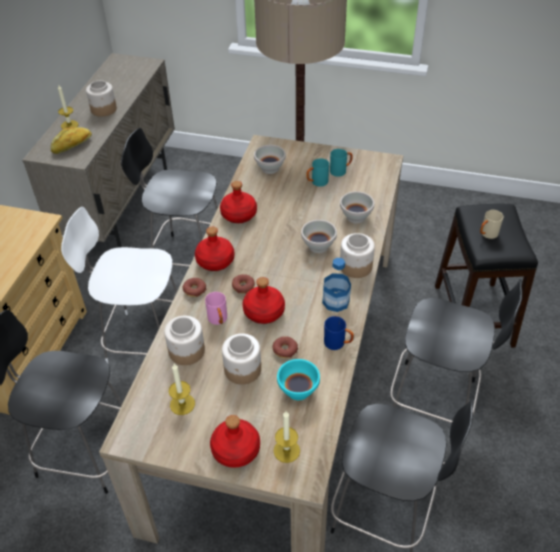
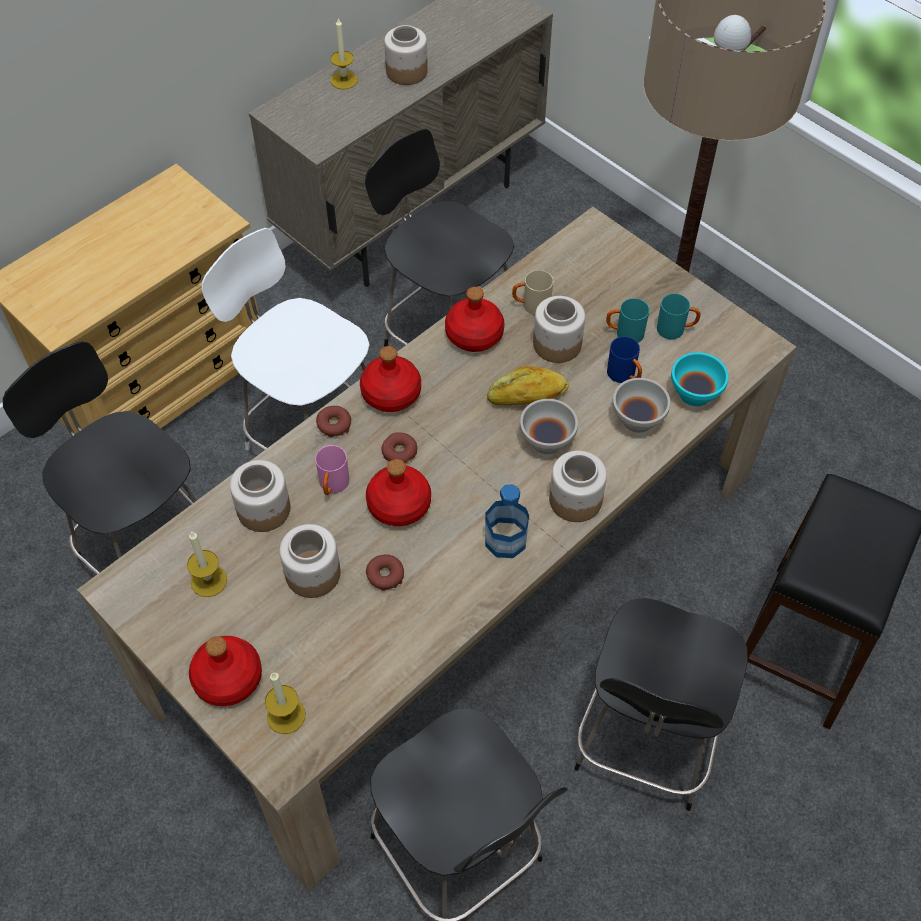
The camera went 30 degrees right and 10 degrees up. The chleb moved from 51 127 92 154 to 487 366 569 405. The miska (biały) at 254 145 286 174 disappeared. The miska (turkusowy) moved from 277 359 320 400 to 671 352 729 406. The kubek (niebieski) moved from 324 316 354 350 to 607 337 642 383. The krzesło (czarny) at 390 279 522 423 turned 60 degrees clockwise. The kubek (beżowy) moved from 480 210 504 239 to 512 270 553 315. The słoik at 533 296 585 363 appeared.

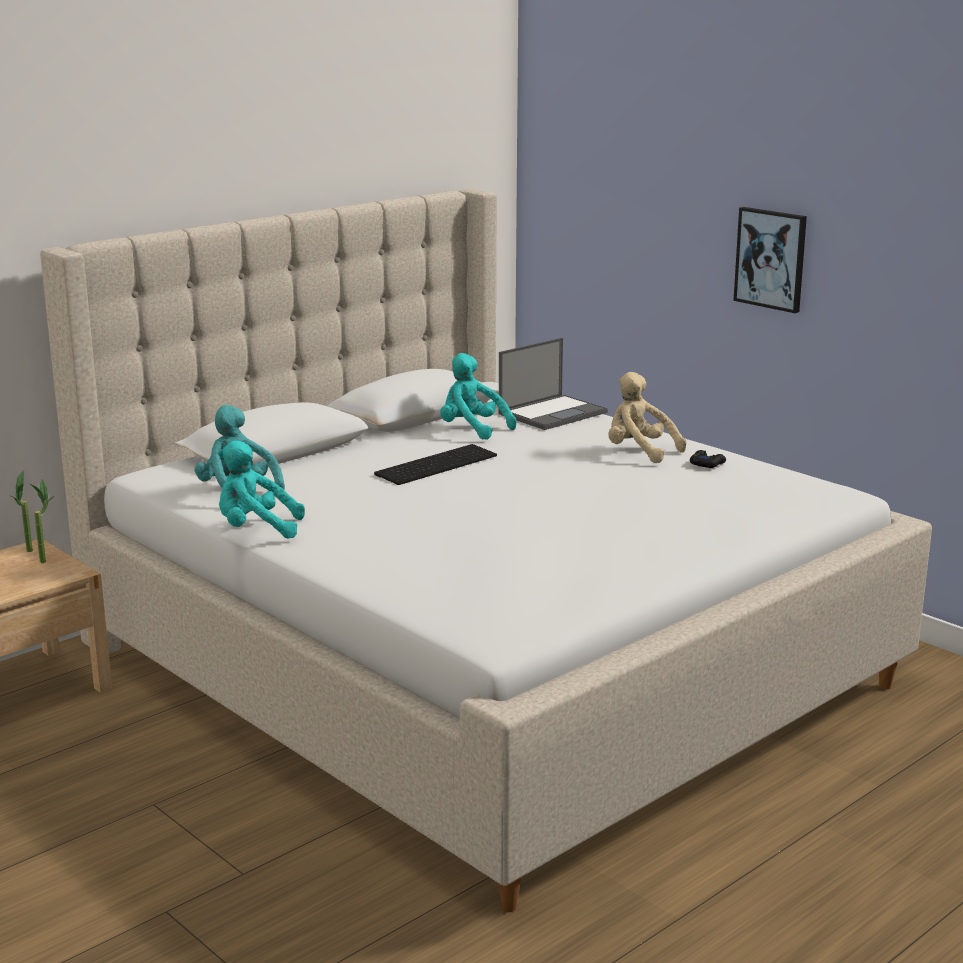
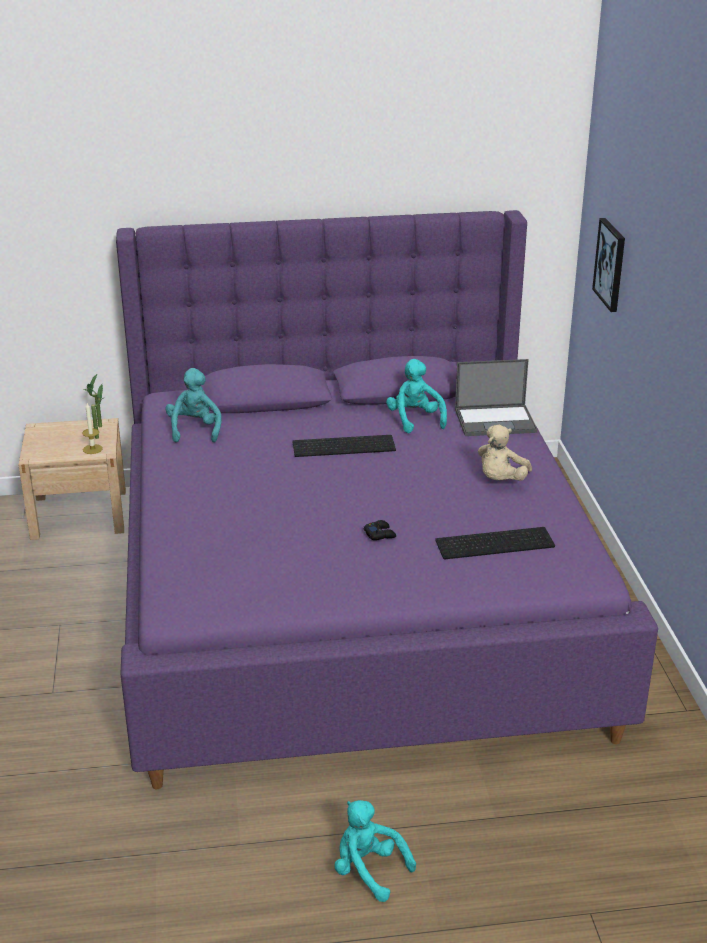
The camera went 35 degrees right and 10 degrees up. The łóżko (beżowy) at 40 189 932 912 became the łóżko (fioletowy) at 116 210 658 789. The pluszak (turkusowy) moved from 218 441 305 539 to 334 800 416 902. The pluszak (beżowy) at 608 372 686 463 turned 135 degrees counterclockwise. The pad do gier (czarny) moved from 690 450 726 468 to 364 520 396 540. The obraz moved from 733 207 807 313 to 592 218 625 312. The świeca at 82 403 103 454 appeared. The klawiatura at 435 527 555 559 appeared.

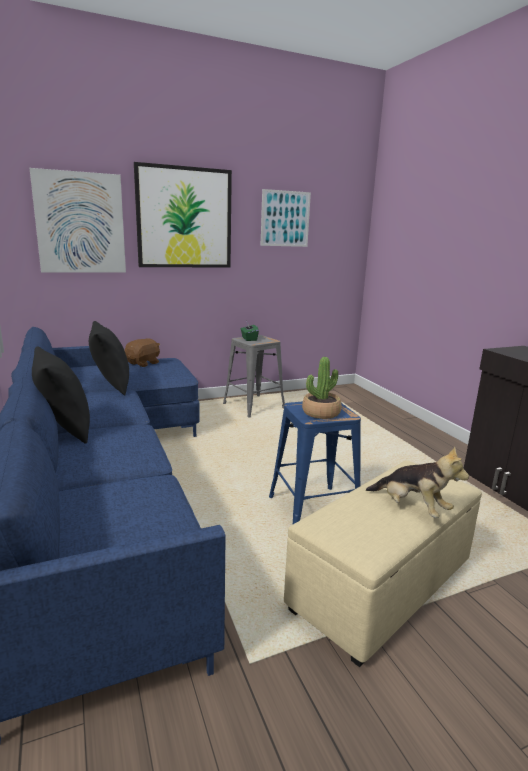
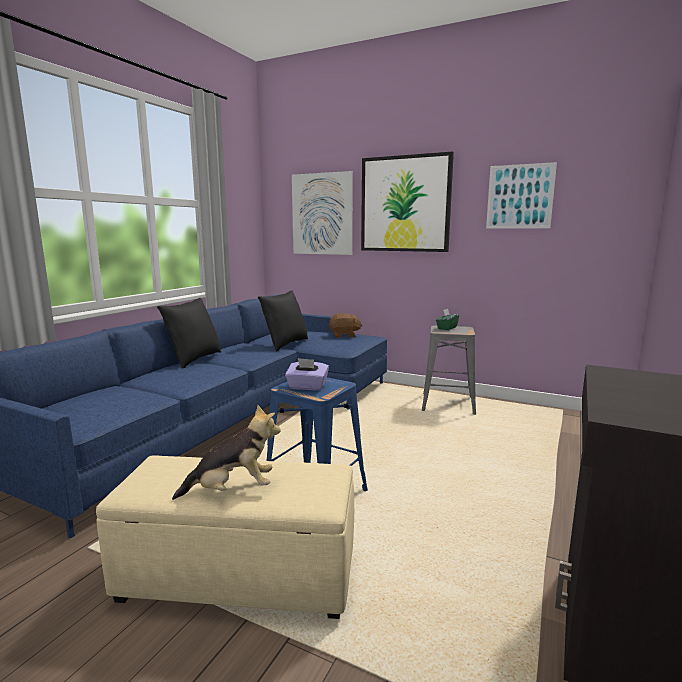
The camera went 50 degrees right and 5 degrees down. The roślina doniczkowa at 302 357 342 419 was replaced by the pudełko chusteczek (fioletowy) at 285 358 329 391. The pluszak at 366 446 469 518 turned 105 degrees counterclockwise.

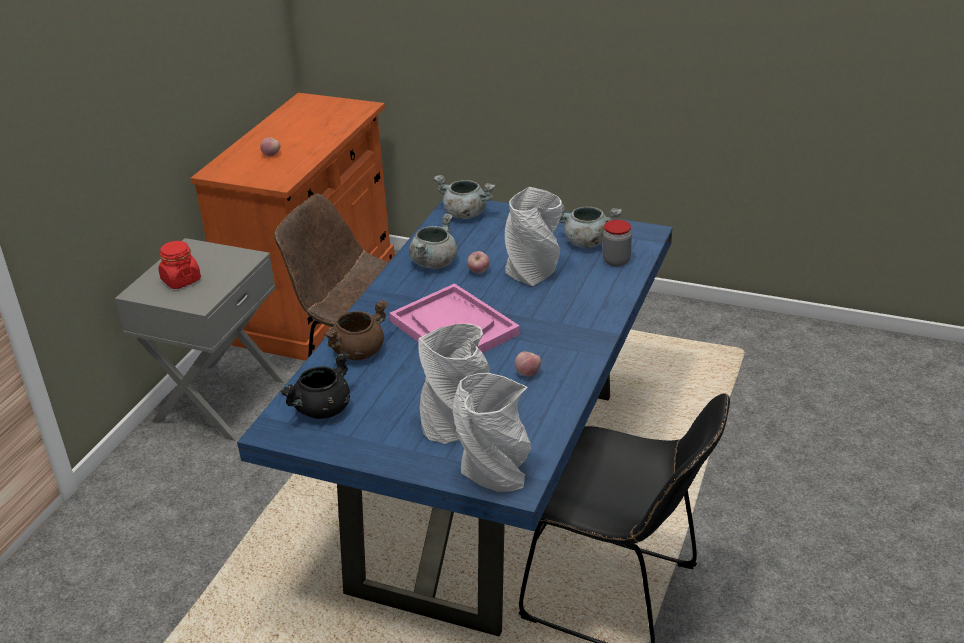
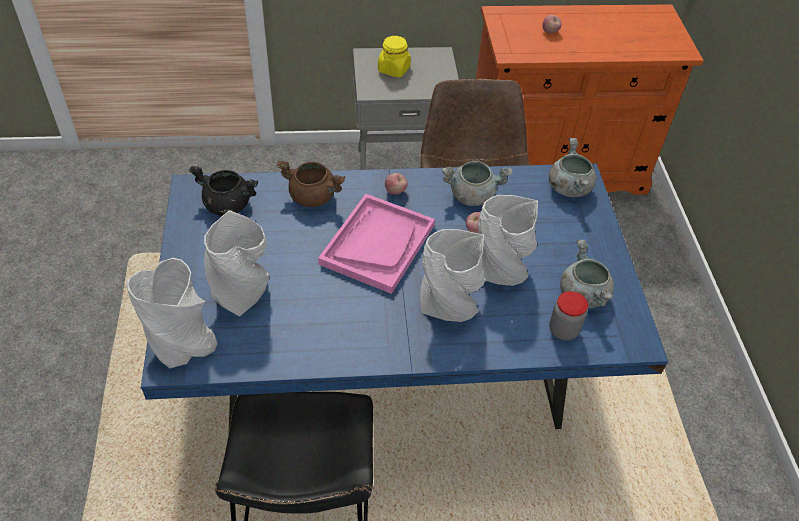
The camera went 60 degrees right and 15 degrees up. The słoik (czerwony) at 158 241 201 289 became the słoik (żółty) at 378 36 411 77. The jabłko moved from 515 351 541 377 to 385 173 407 195. The wazon (szary) at 420 229 485 322 appeared.

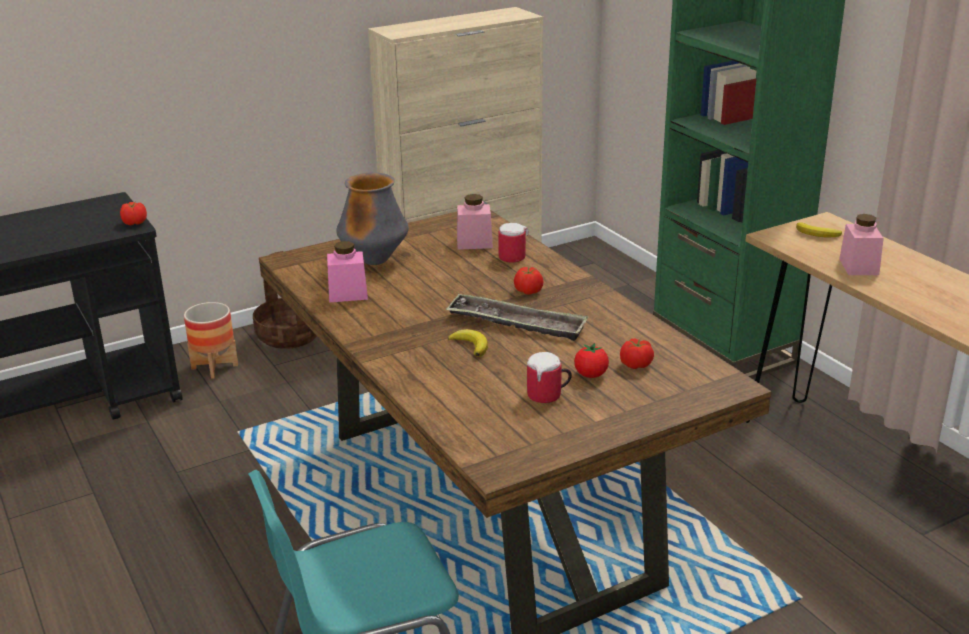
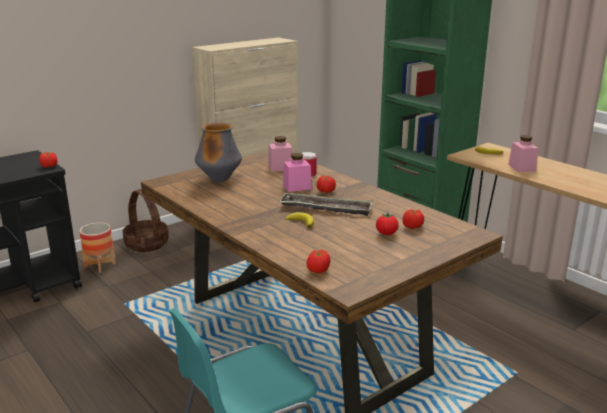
The camera went 10 degrees left and 5 degrees down. The słoik (różowy) moved from 327 241 368 303 to 283 153 312 192. The kubek at 527 352 572 403 disappeared. The pomidor at 307 250 330 274 appeared.

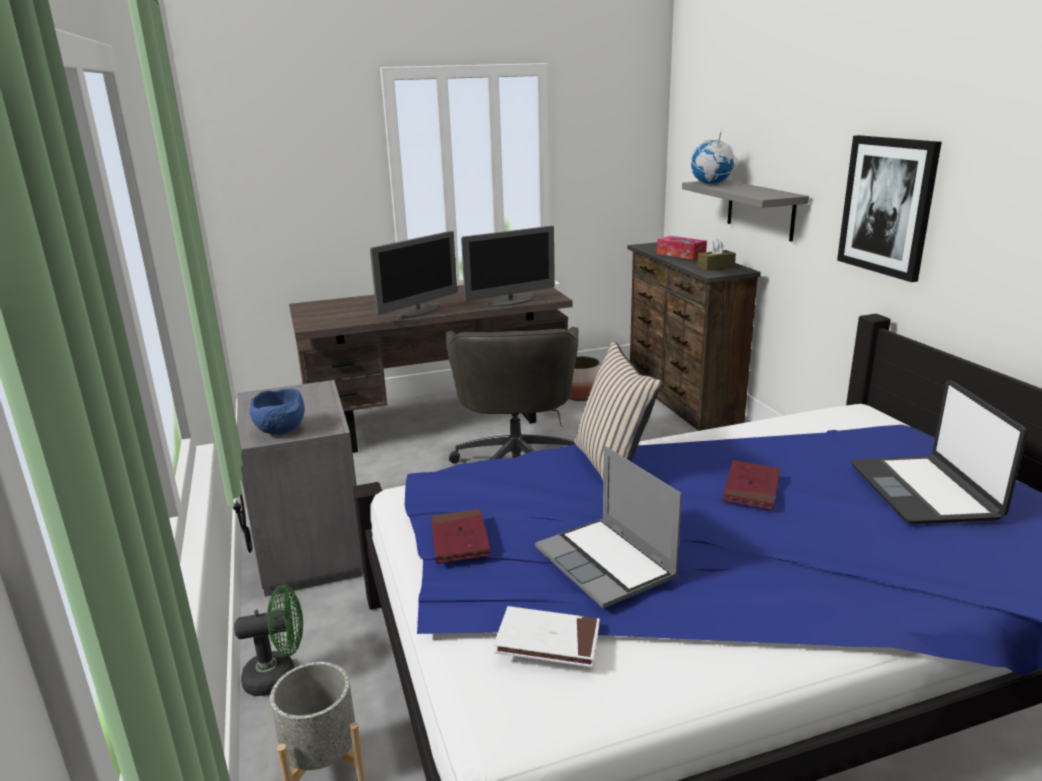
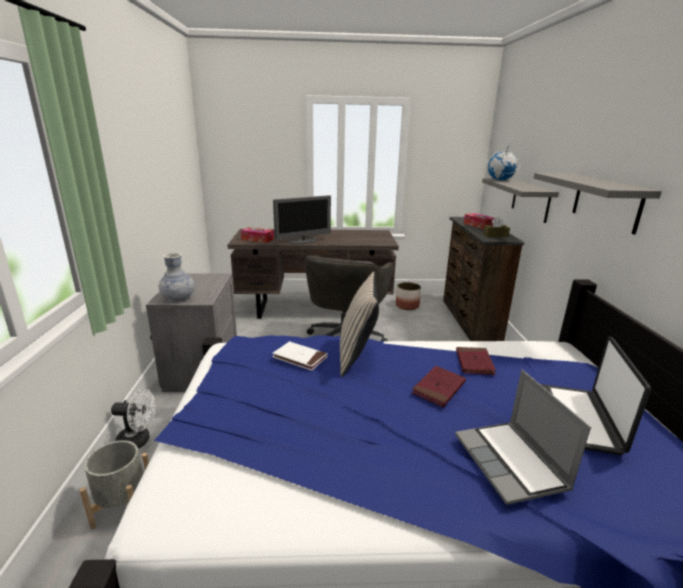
The camera went 15 degrees right and 0 degrees up. The wentylator (zielony) at 234 585 303 696 became the wentylator (biały) at 111 389 155 449. The miska (niebieski) at 249 388 305 435 was replaced by the wazon at 159 253 195 302. The książka (czerwony) moved from 431 509 491 564 to 456 347 496 375. The monitor at 461 226 555 307 disappeared. The książka (biały) moved from 494 606 600 667 to 272 341 328 371. The laptop moved from 535 446 682 608 to 455 370 591 505. The obraz at 837 135 942 282 was replaced by the półka (szary) at 534 173 662 235. The pudełko chusteczek at 241 227 274 243 appeared.

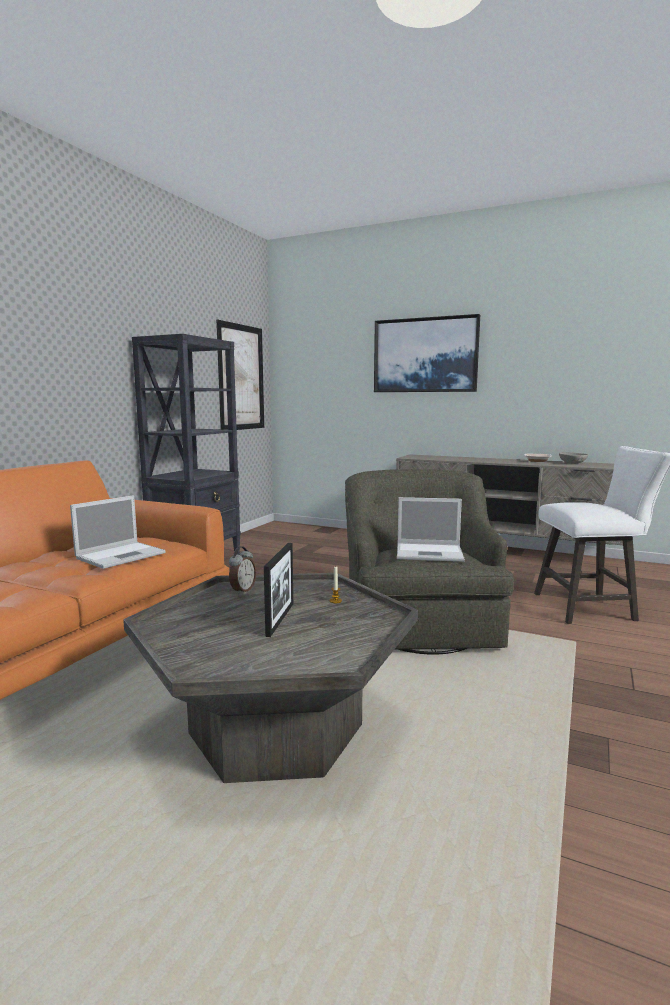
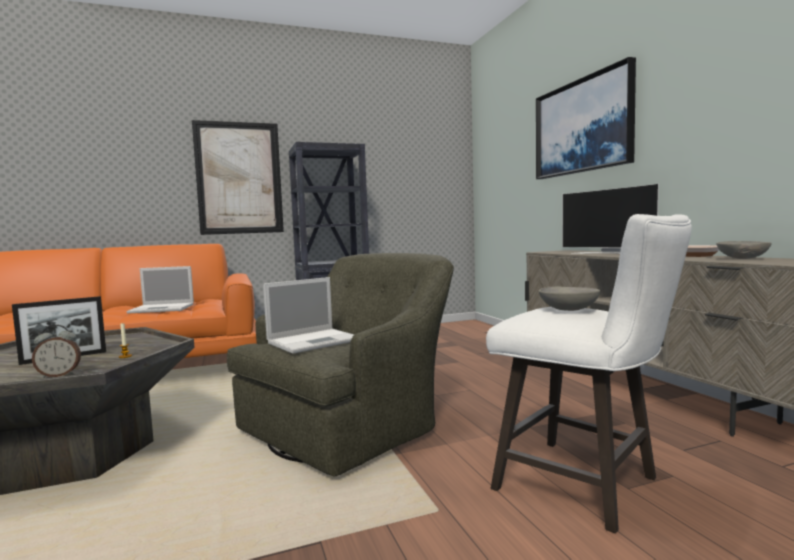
The camera went 45 degrees right and 5 degrees down. The obraz moved from 216 319 264 430 to 192 120 284 235. The budzik moved from 229 546 256 594 to 32 325 81 378. The laptop at 397 497 465 562 turned 90 degrees counterclockwise. The miska (szary) at 539 286 600 311 appeared. The telewizor at 562 184 659 254 appeared.

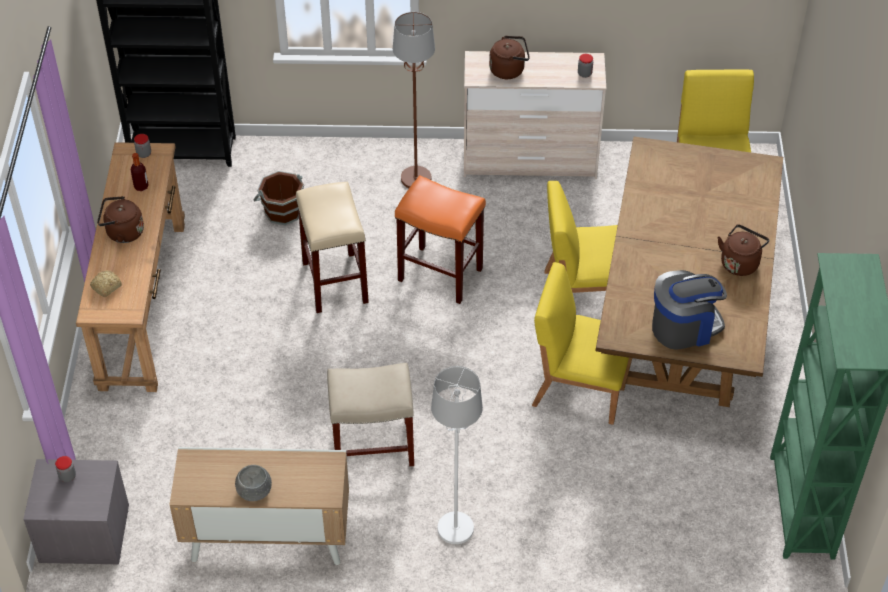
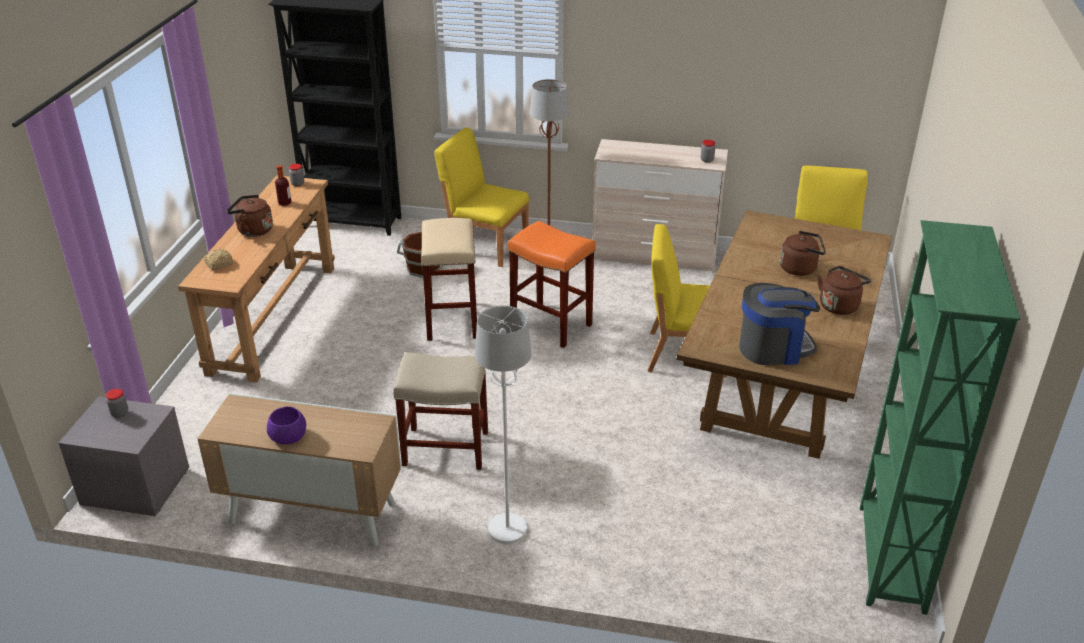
The camera went 10 degrees right and 15 degrees down. The miska (szary) at 235 465 272 501 became the miska (fioletowy) at 267 407 306 444. The czajnik (brązowy) moved from 489 36 530 79 to 780 231 826 276. The krzesło (żółty) moved from 532 262 629 425 to 434 127 529 267.

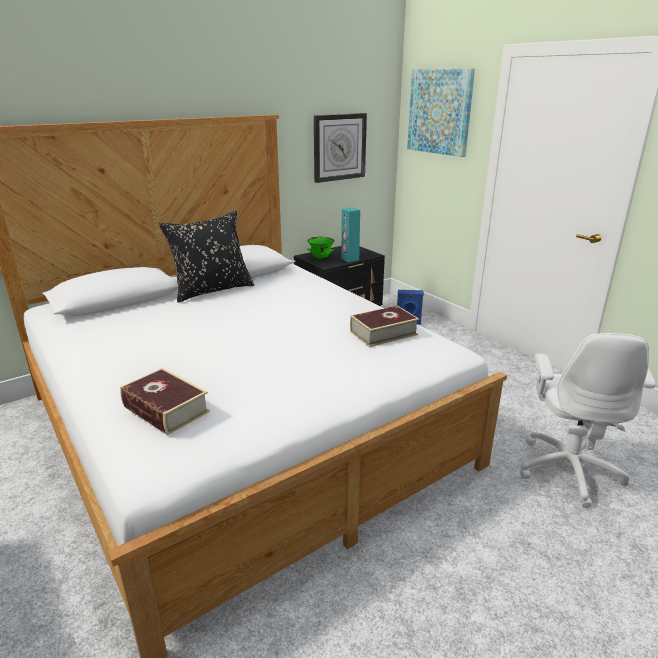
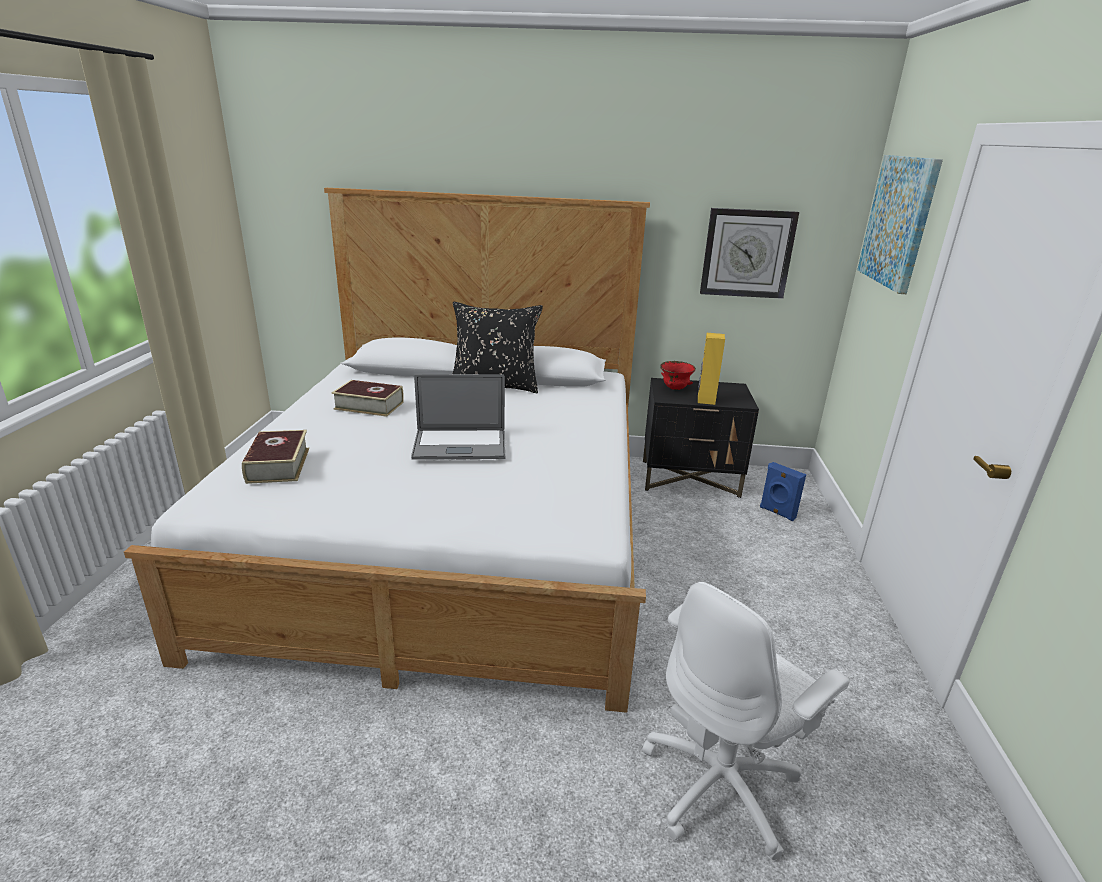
The camera went 40 degrees right and 0 degrees up. The miska (zielony) at 307 237 334 259 became the miska (czerwony) at 660 361 696 390. The głośnik (turkusowy) at 341 207 360 262 became the głośnik (żółty) at 698 333 725 405. The książka moved from 350 305 419 347 to 332 380 404 417. The laptop at 411 374 506 460 appeared.

